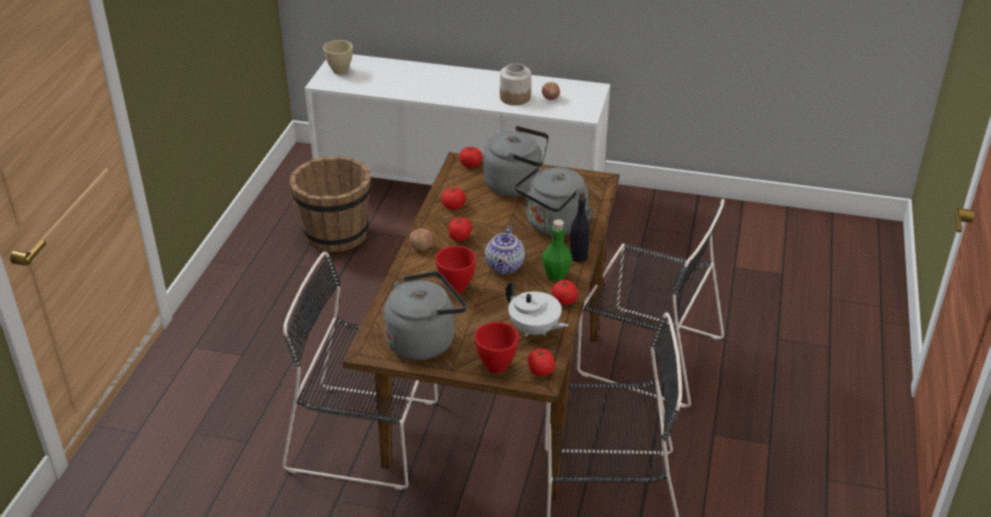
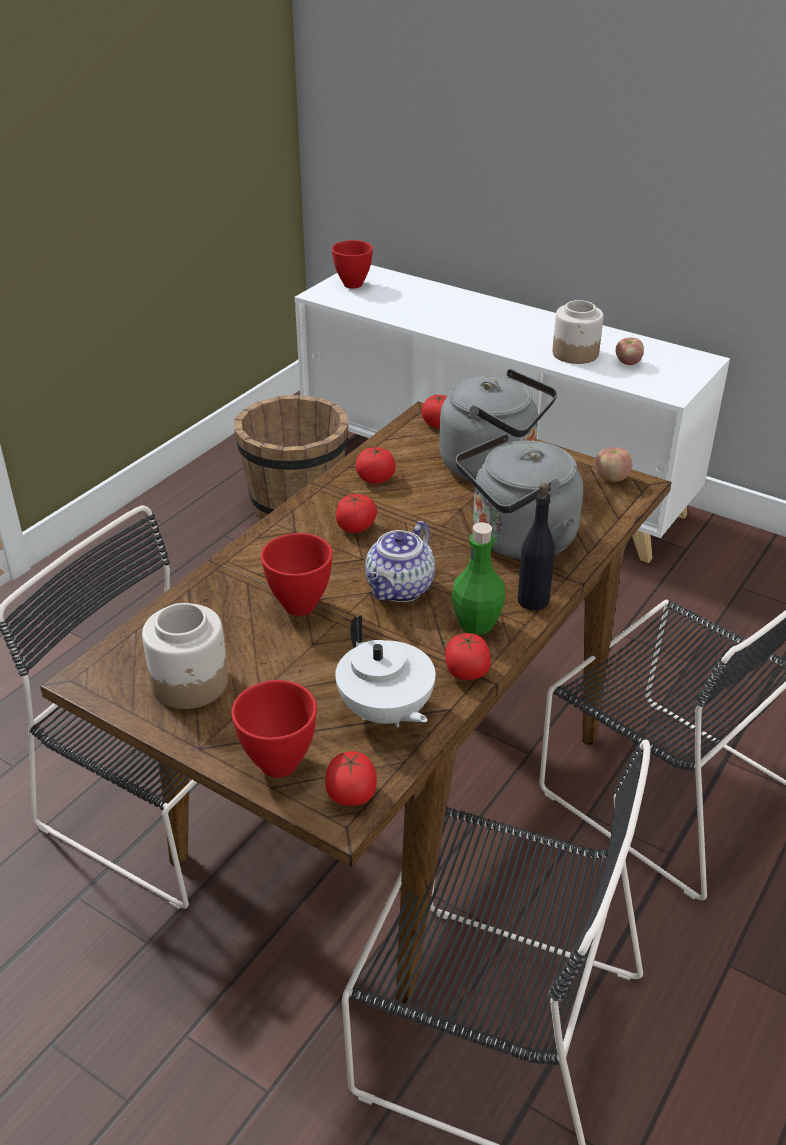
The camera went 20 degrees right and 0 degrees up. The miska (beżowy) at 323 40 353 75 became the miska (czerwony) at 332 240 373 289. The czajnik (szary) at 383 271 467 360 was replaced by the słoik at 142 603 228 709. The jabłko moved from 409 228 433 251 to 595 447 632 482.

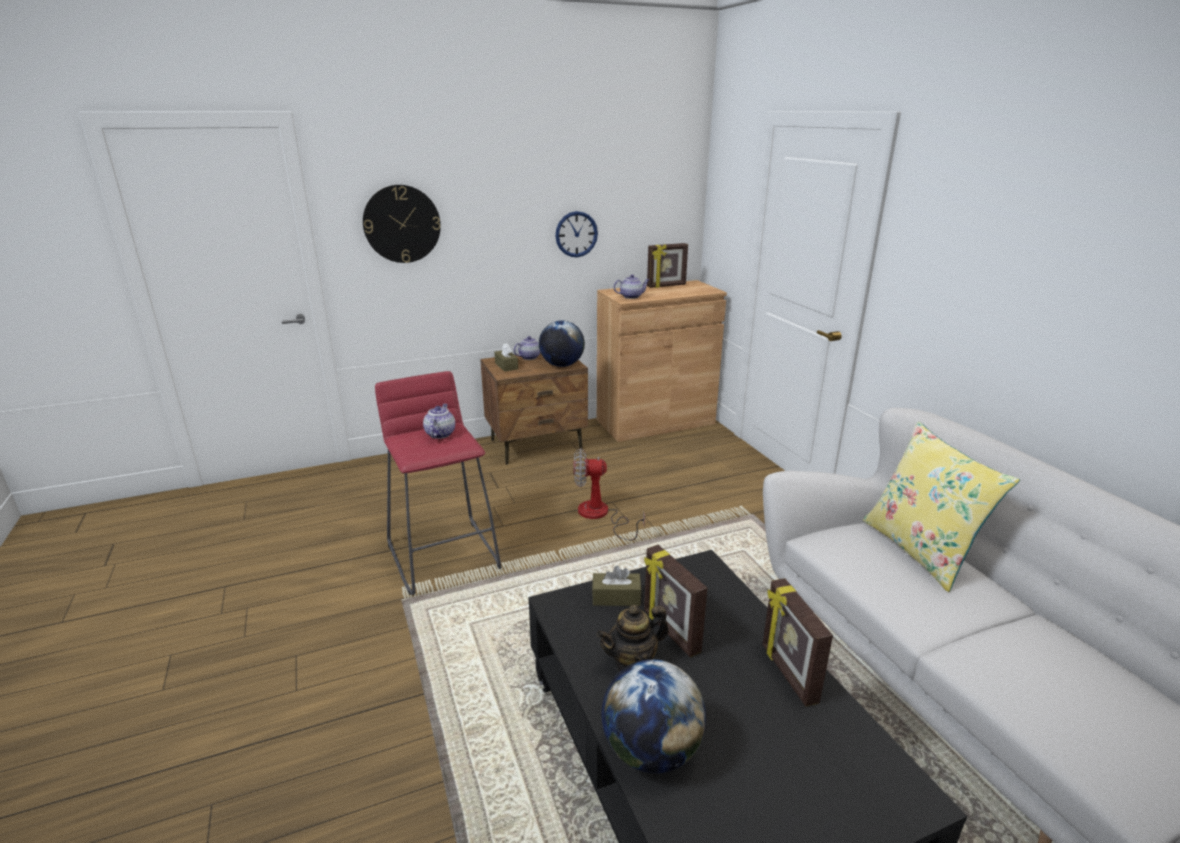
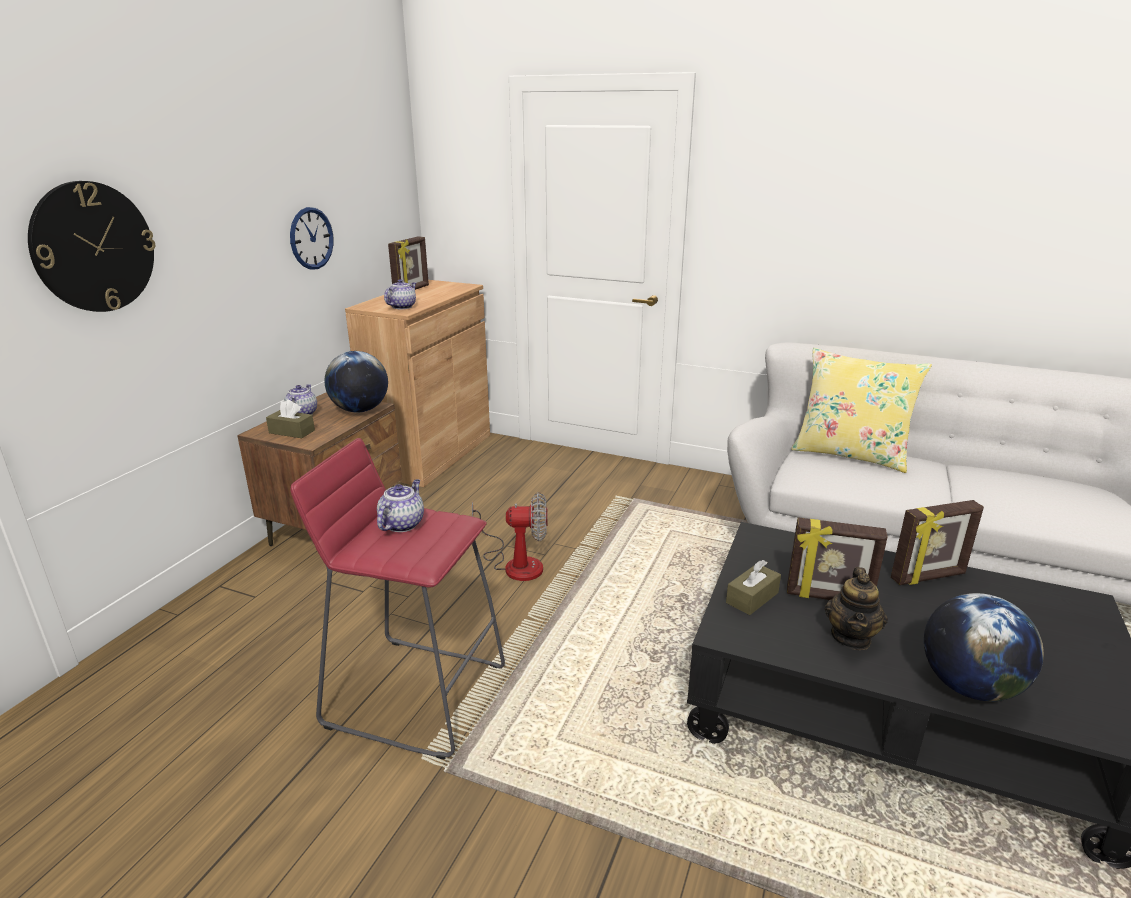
The camera went 45 degrees left and 0 degrees up. The imbryk at 423 404 455 439 turned 60 degrees clockwise. The wentylator at 574 448 645 541 turned 135 degrees counterclockwise. The ramka na zdjęcie at 762 578 833 706 turned 45 degrees counterclockwise.

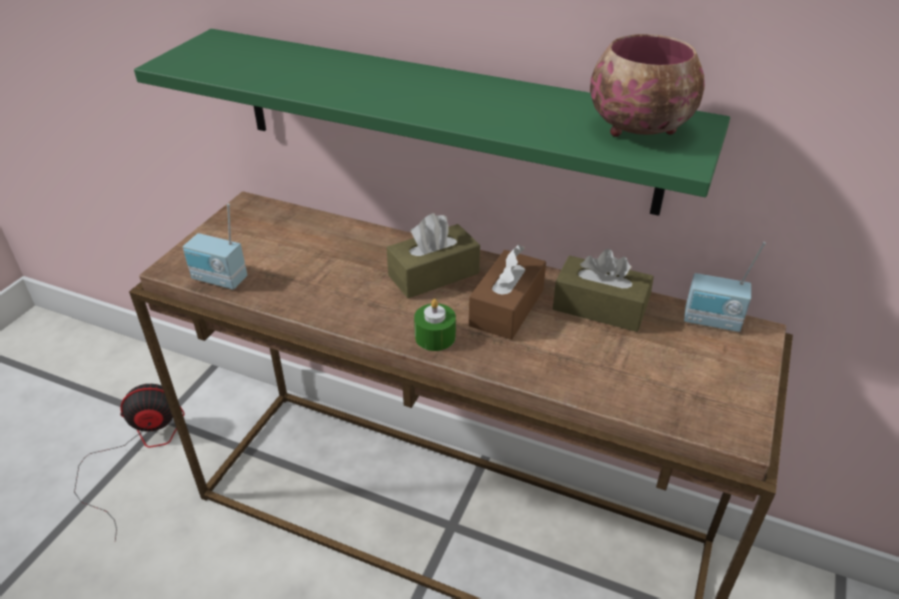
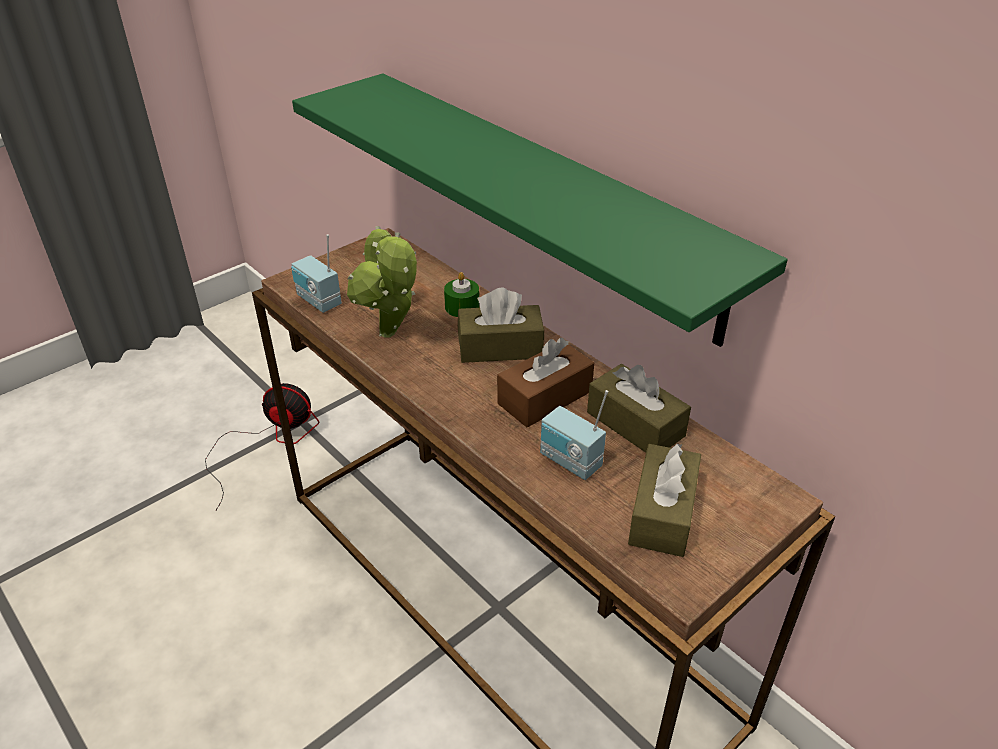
The camera went 25 degrees right and 0 degrees up. The świeca (zielony) moved from 414 299 456 351 to 444 272 479 317. The miska at 590 34 705 137 disappeared. The radio moved from 684 242 766 332 to 540 390 608 480. The roślina doniczkowa at 347 226 417 337 appeared. The pudełko chusteczek (brązowy) at 628 444 701 557 appeared.

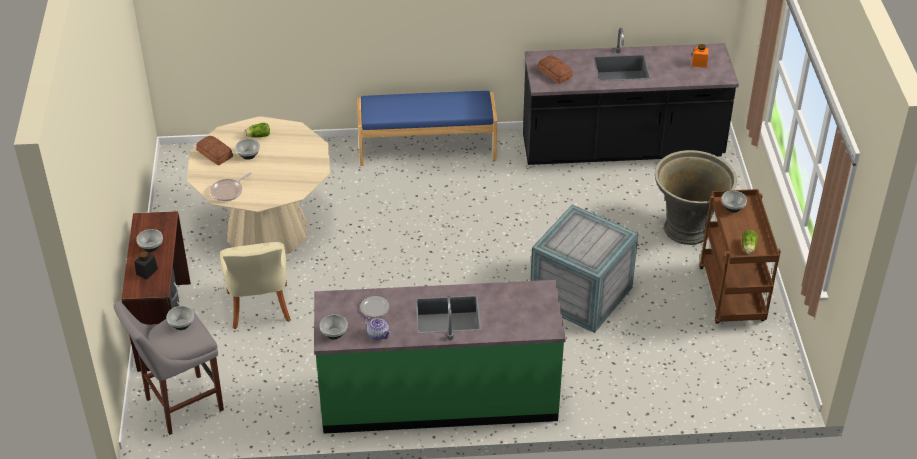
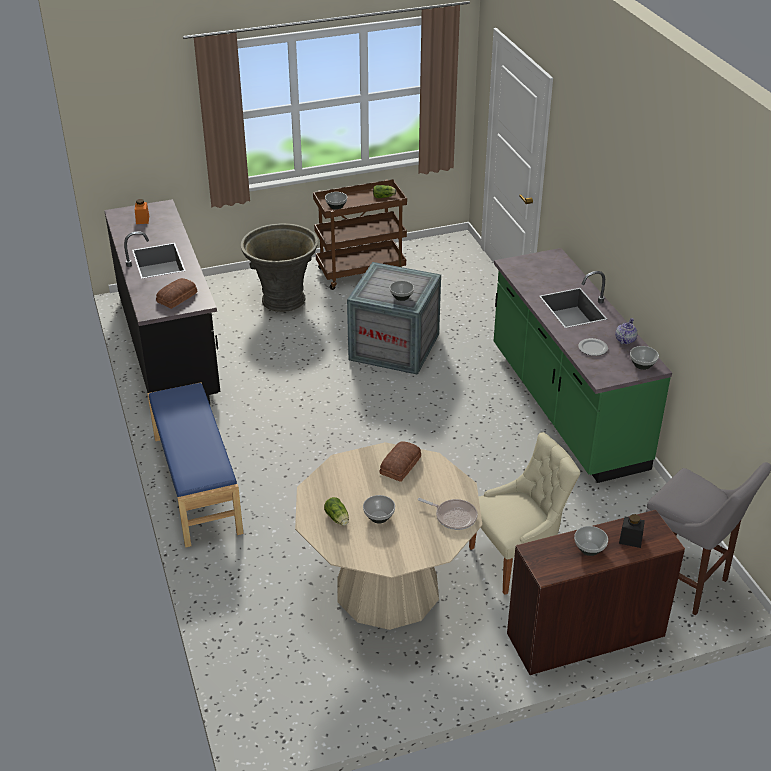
The camera went 105 degrees left and 5 degrees down. The miska moved from 166 306 194 330 to 390 281 414 301. The chleb moved from 196 136 233 165 to 379 441 421 482.

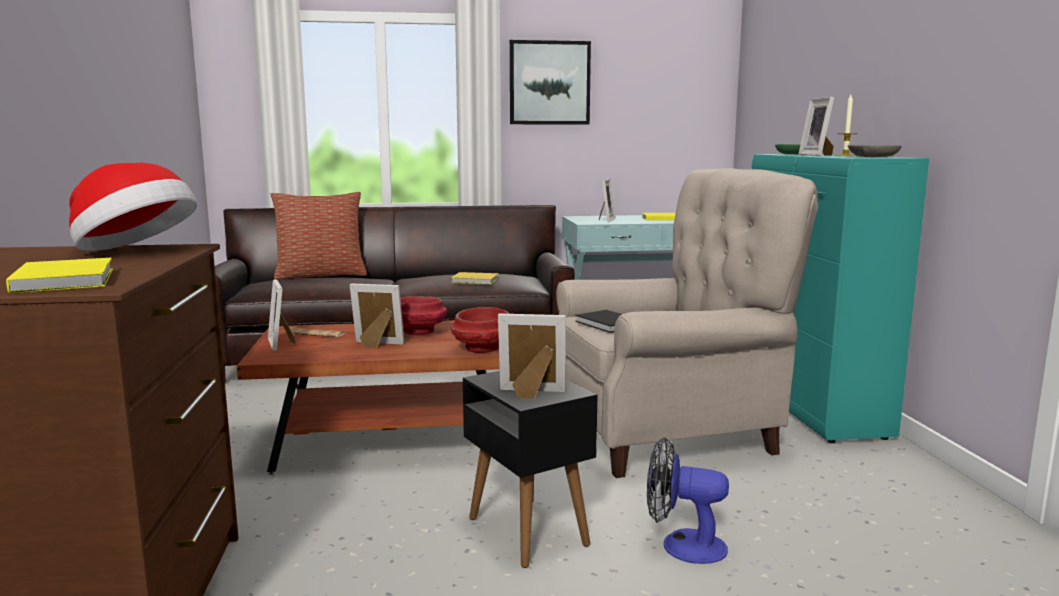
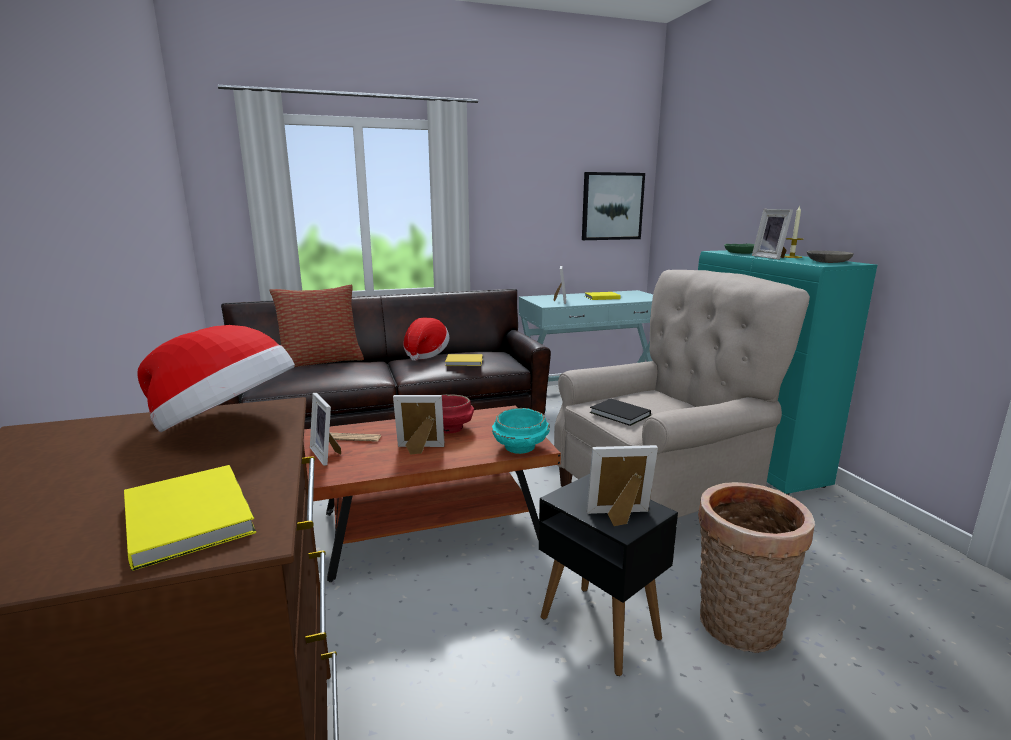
The camera went 10 degrees left and 5 degrees up. The miska (czerwony) at 451 307 509 353 became the miska (turkusowy) at 492 408 550 454. The obraz moved from 510 40 591 125 to 582 172 645 240. The wentylator at 647 437 729 564 was replaced by the koszyk at 698 482 815 653. The kapelusz at 403 318 450 361 appeared.

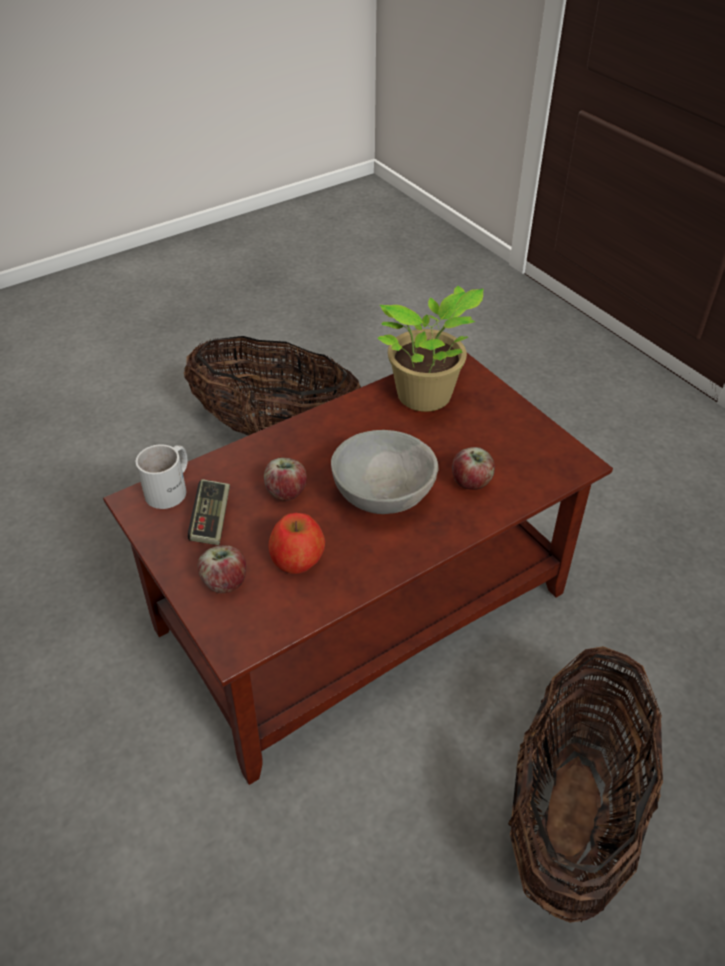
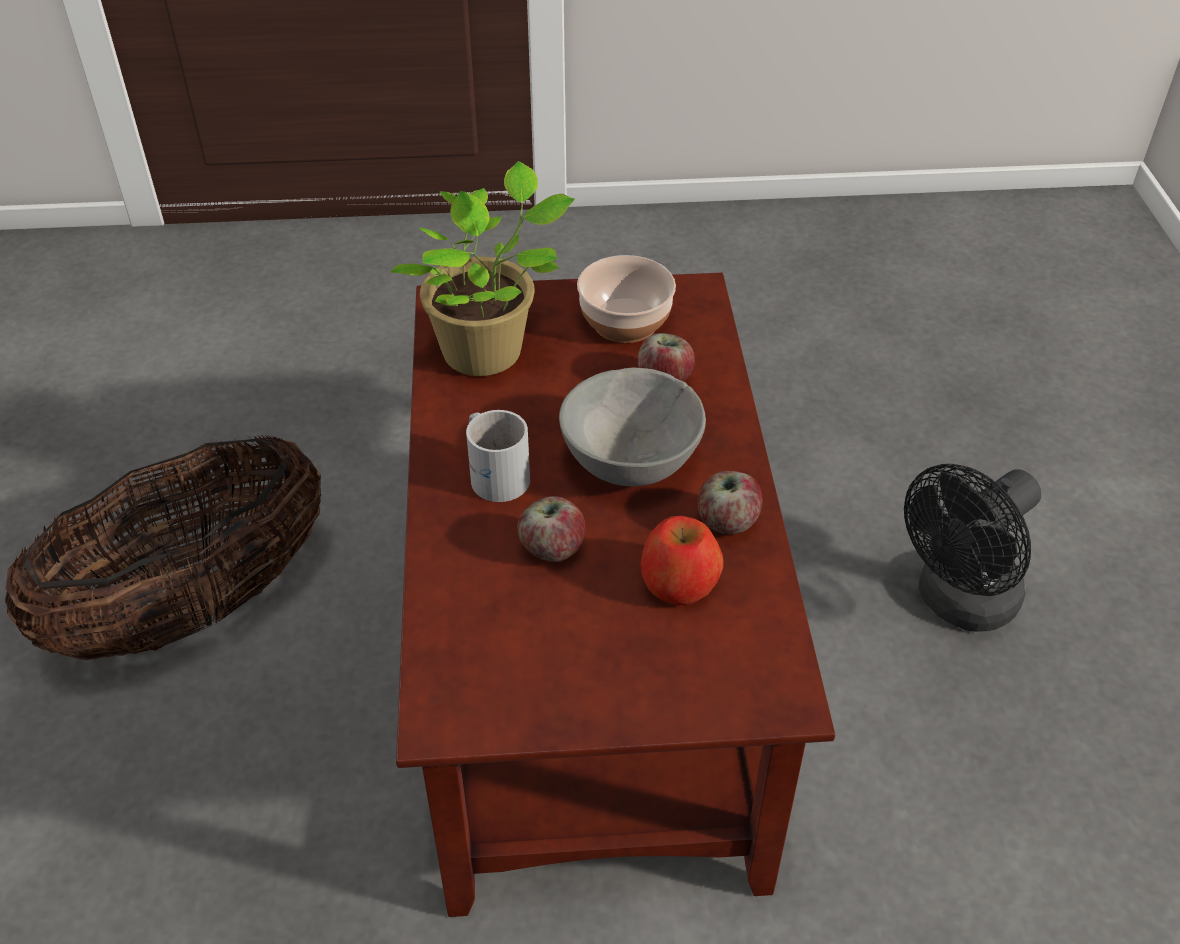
The camera went 60 degrees left and 0 degrees up. The kubek (biały) moved from 136 444 188 509 to 466 410 530 502. The pad do gier at 188 479 230 545 disappeared. The jabłko moved from 198 545 246 593 to 698 471 763 535. The koszyk at 508 646 663 923 was replaced by the wentylator (czarny) at 904 464 1041 632. The miska at 577 255 676 343 appeared.

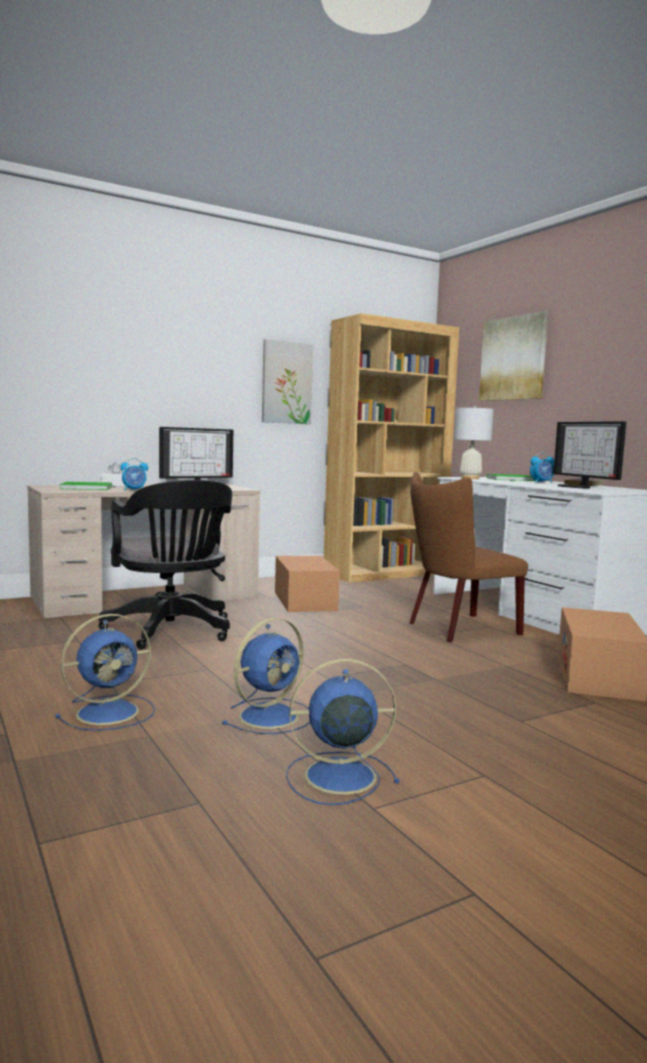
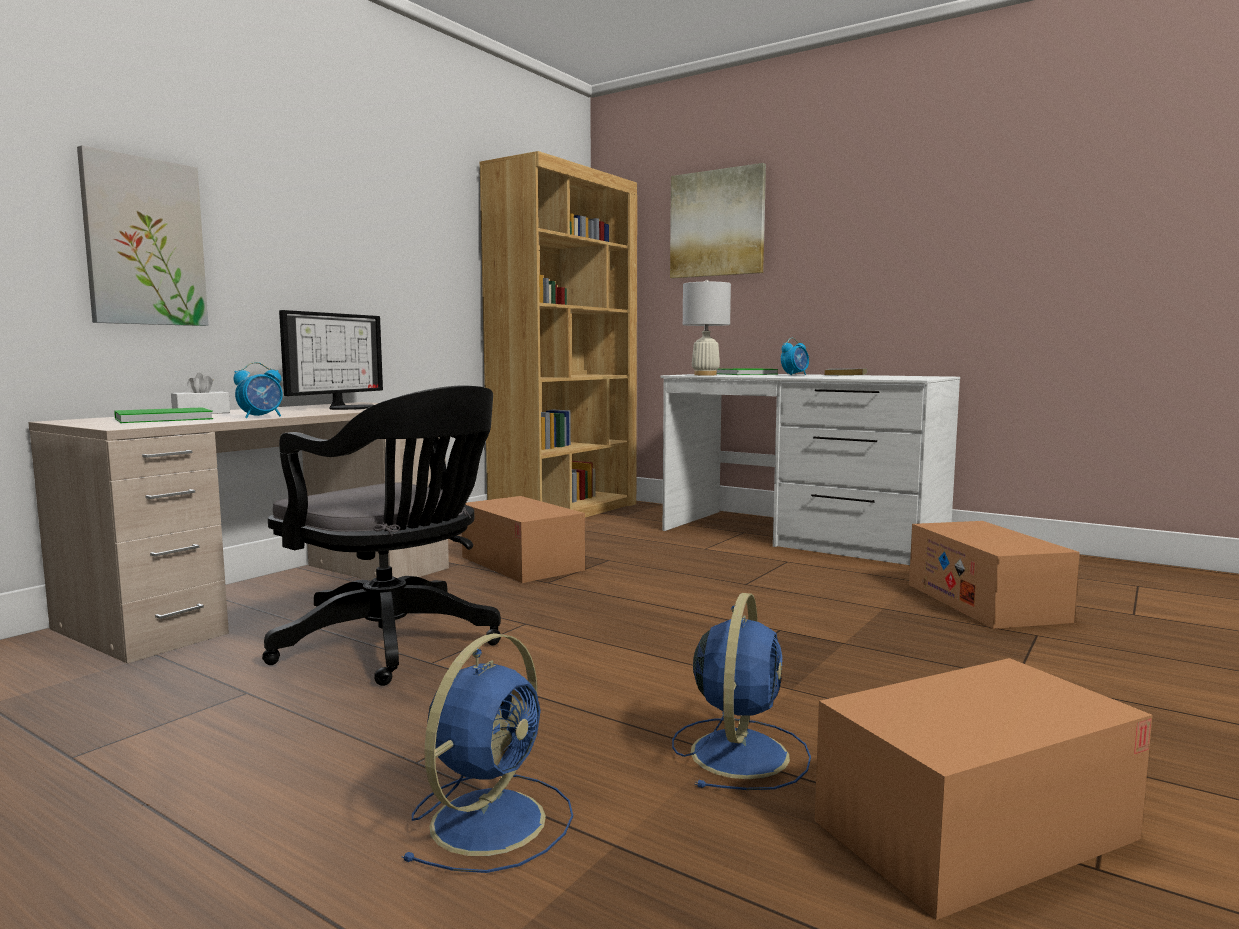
The camera went 25 degrees left and 0 degrees up. The obraz moved from 262 339 313 424 to 77 145 208 326. The wentylator (niebieski) at 286 659 400 805 was replaced by the karton at 815 658 1153 920. The krzesło (brązowy) at 409 472 528 642 disappeared. The monitor at 553 421 626 488 disappeared.

